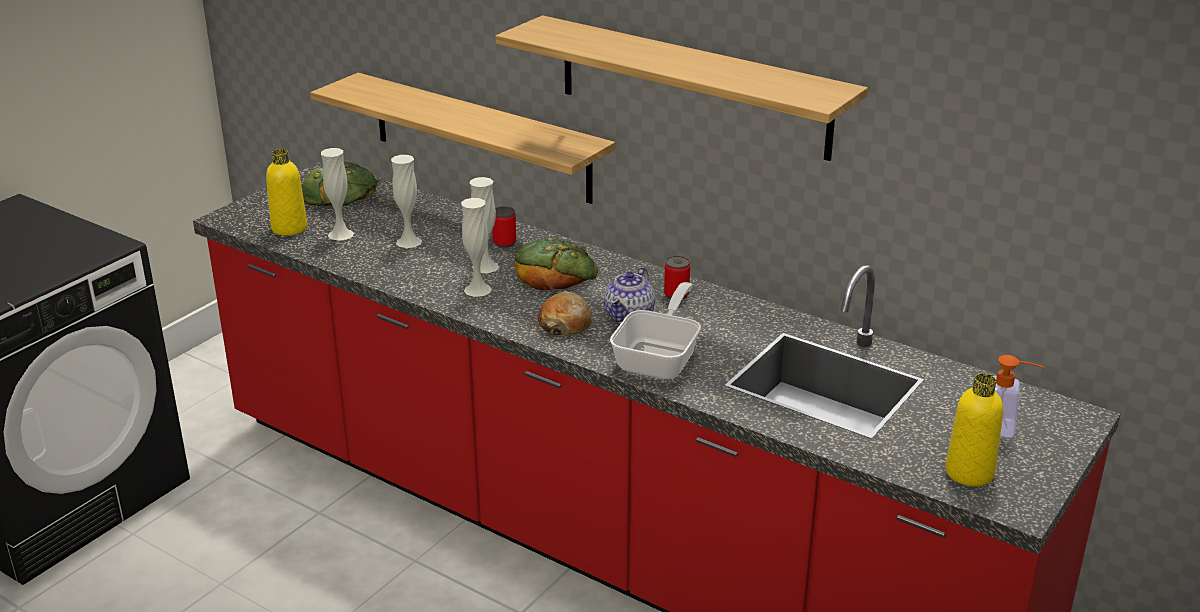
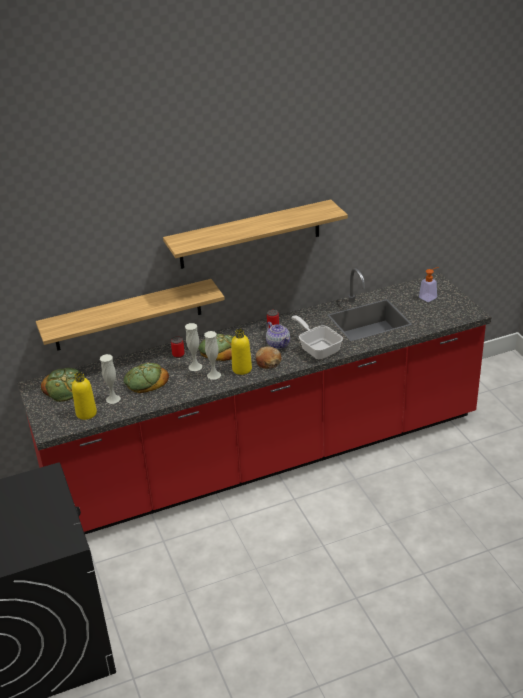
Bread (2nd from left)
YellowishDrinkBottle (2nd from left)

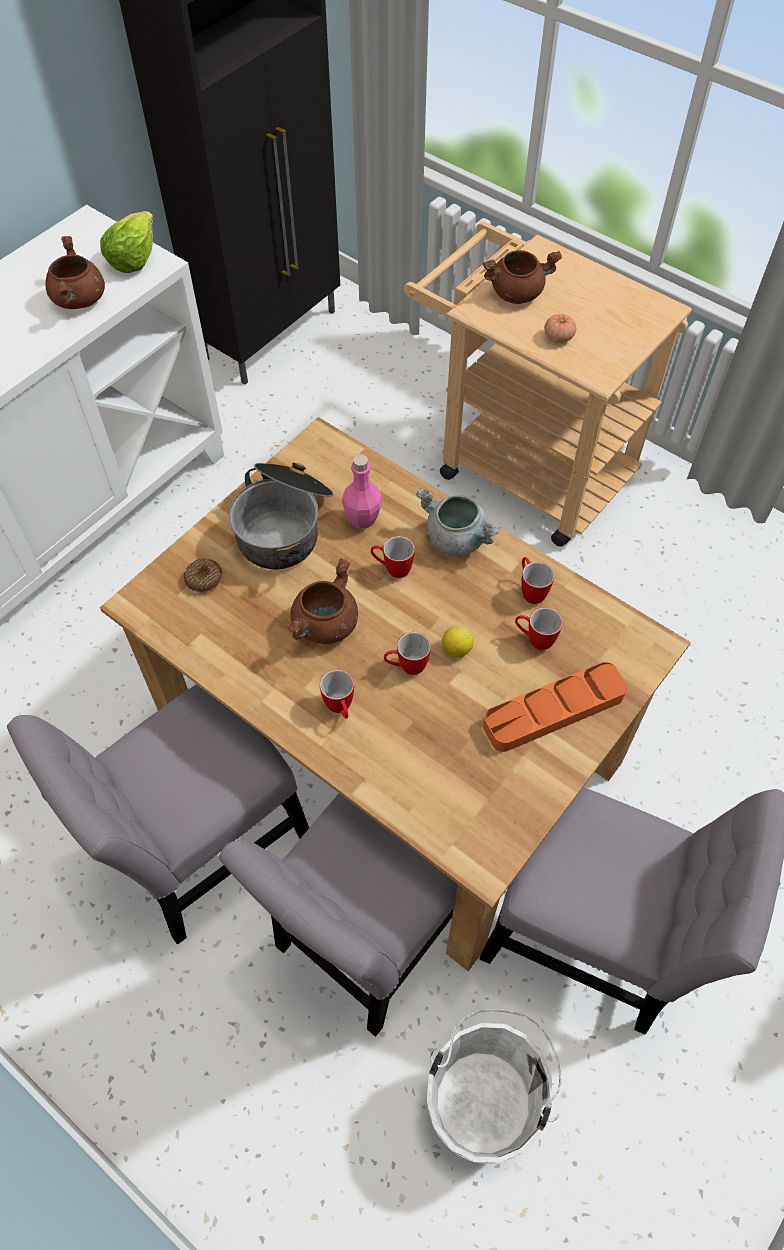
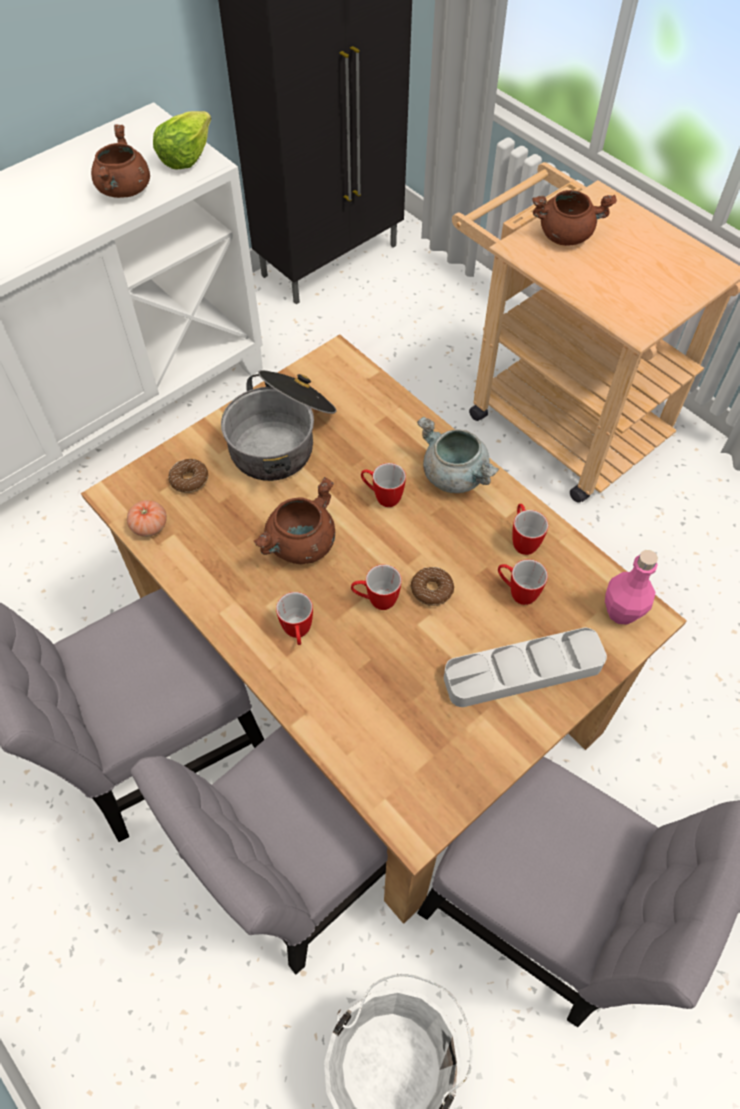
Tomato
Donut (2nd from left)
GreyCarryingTray
PinkColouredDrinkBottle

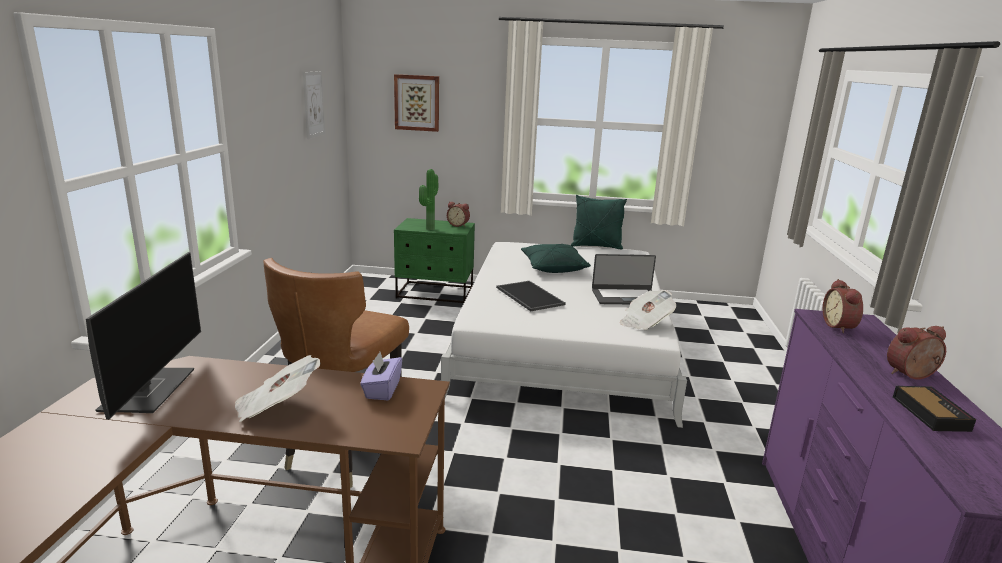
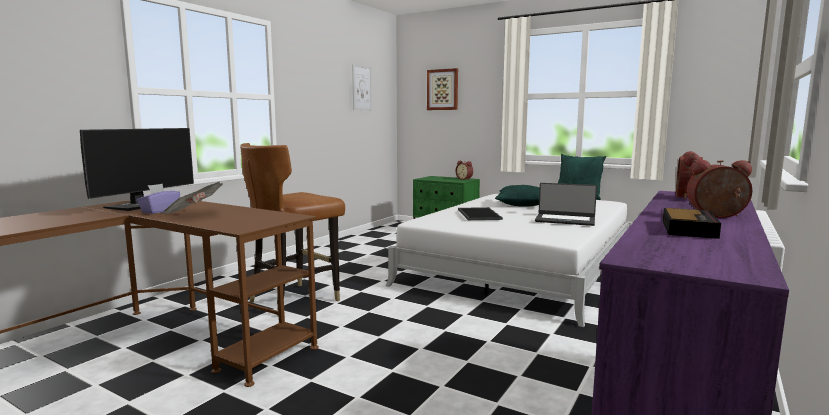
PurpleTissueHolder
PottedPlant
Newspaper (2nd from left in the first image)

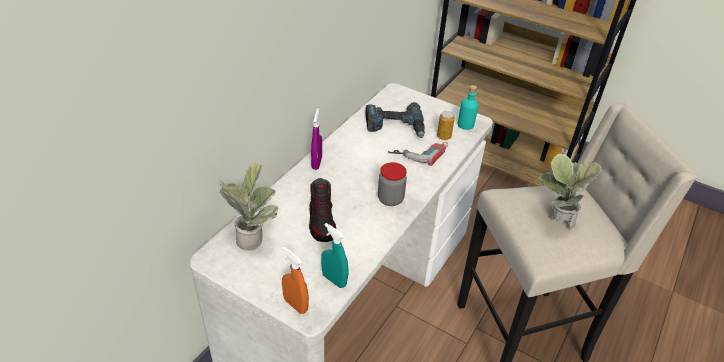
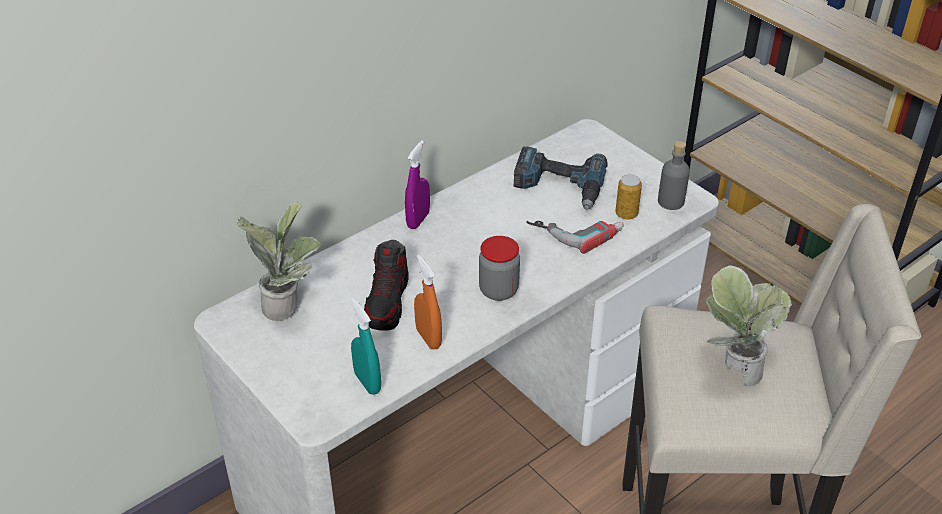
OrangeSprayer
GreyDrinkBottle

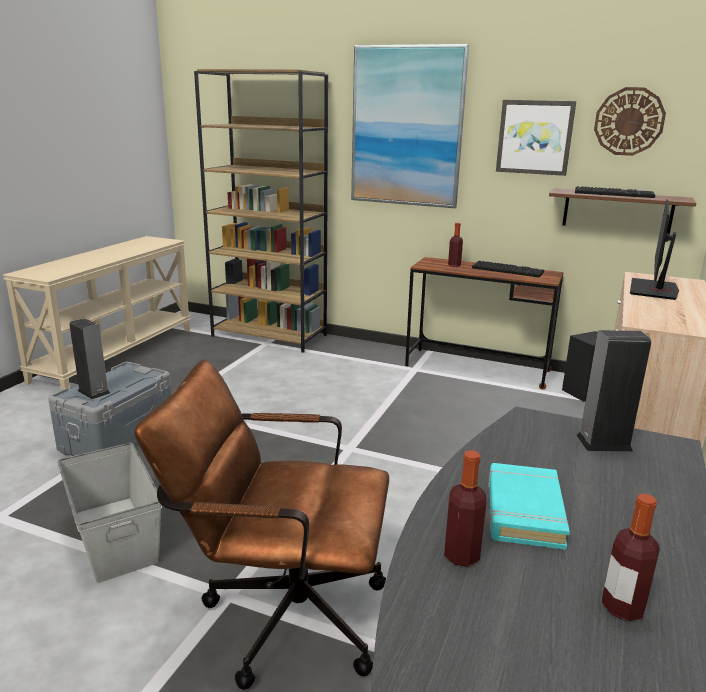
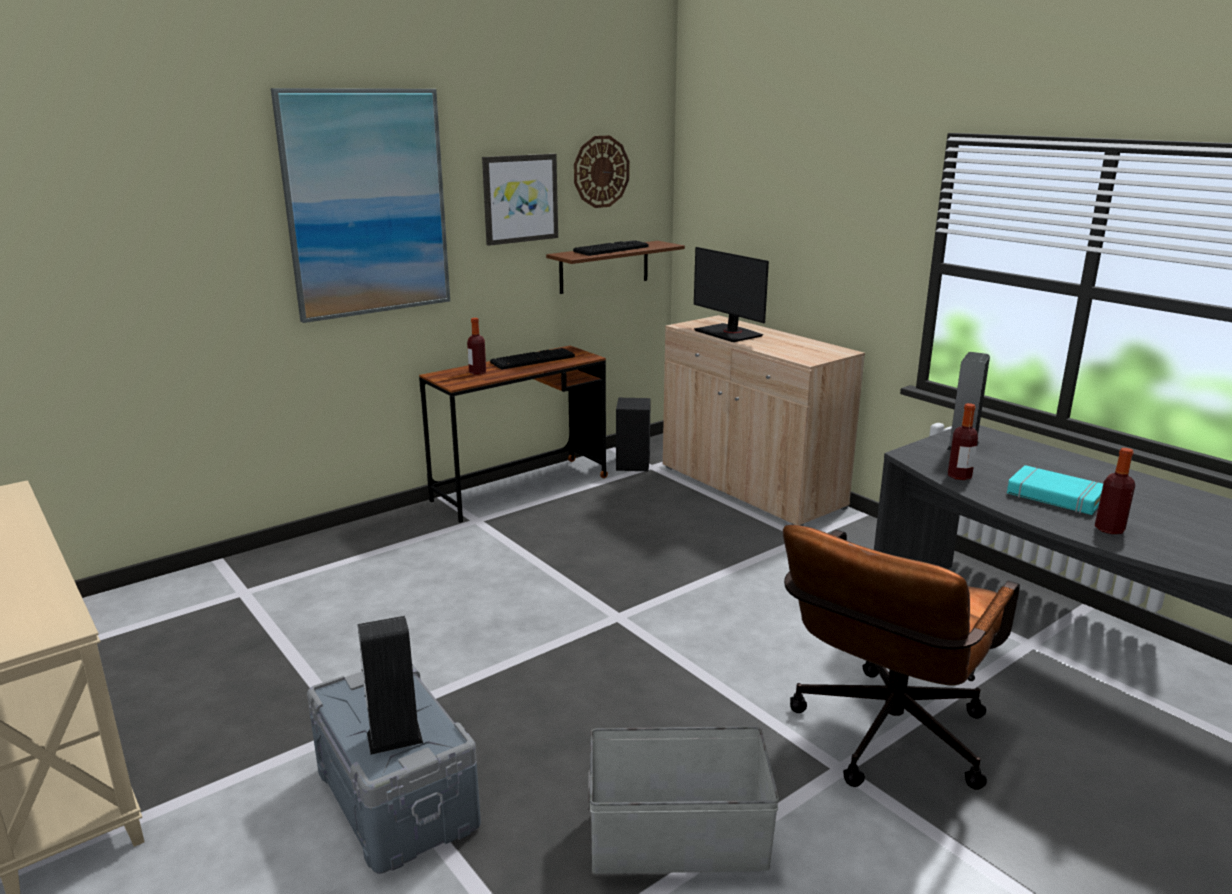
DrinkBottle (2nd from left)
BrownishBookshelf

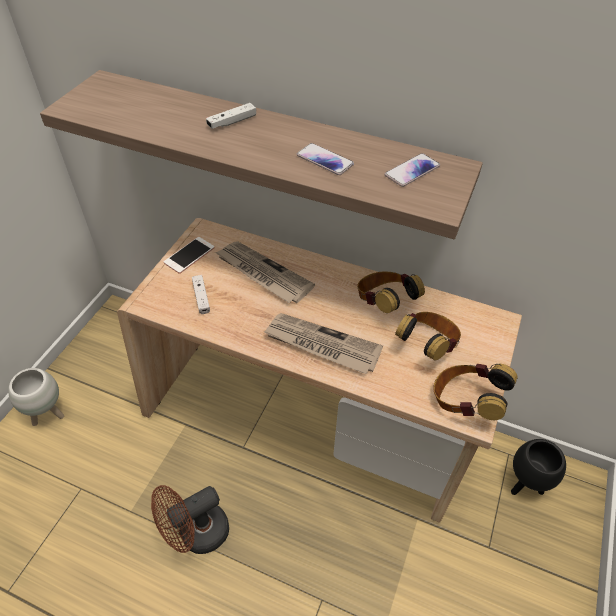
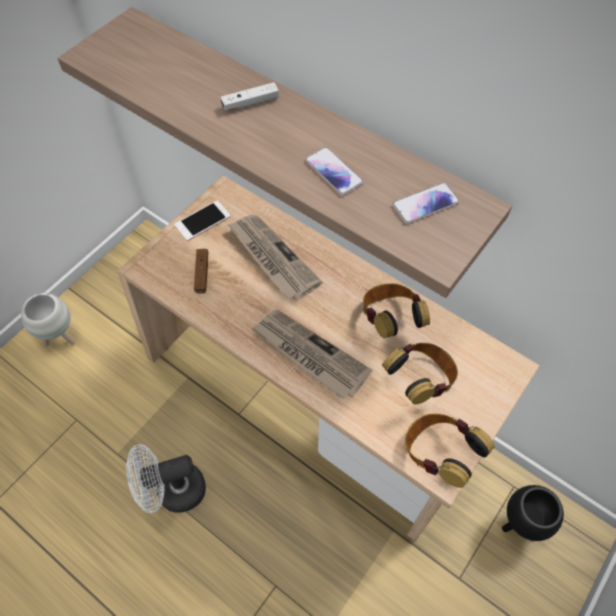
WhiteColouredCoolingFan
BrownishGameController

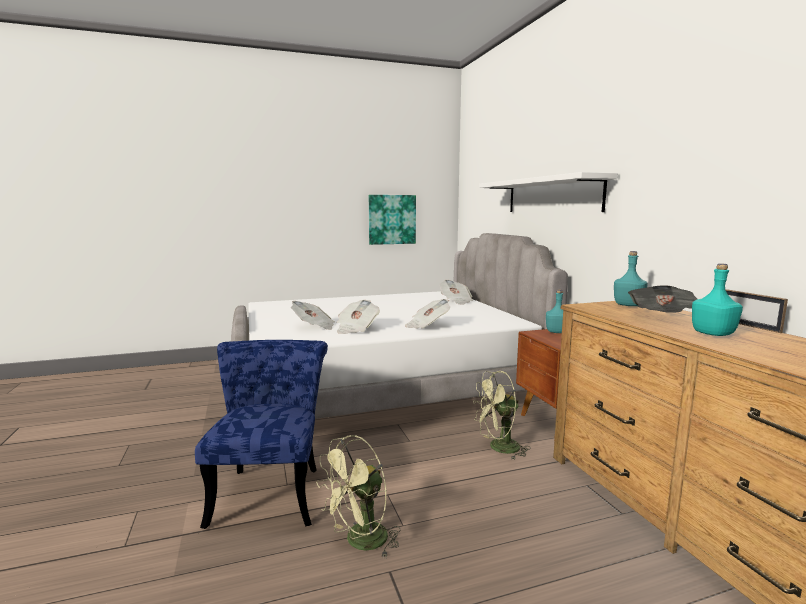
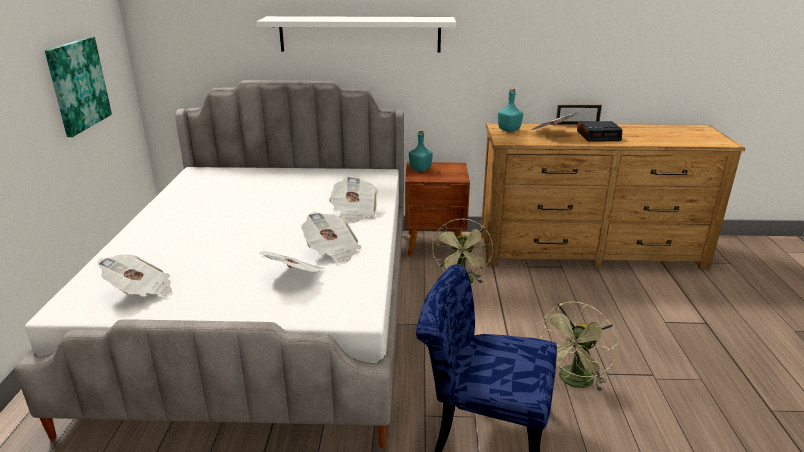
Newspaper (1st from left)
GreenCoolingFan (2nd from left)
BedsideClock

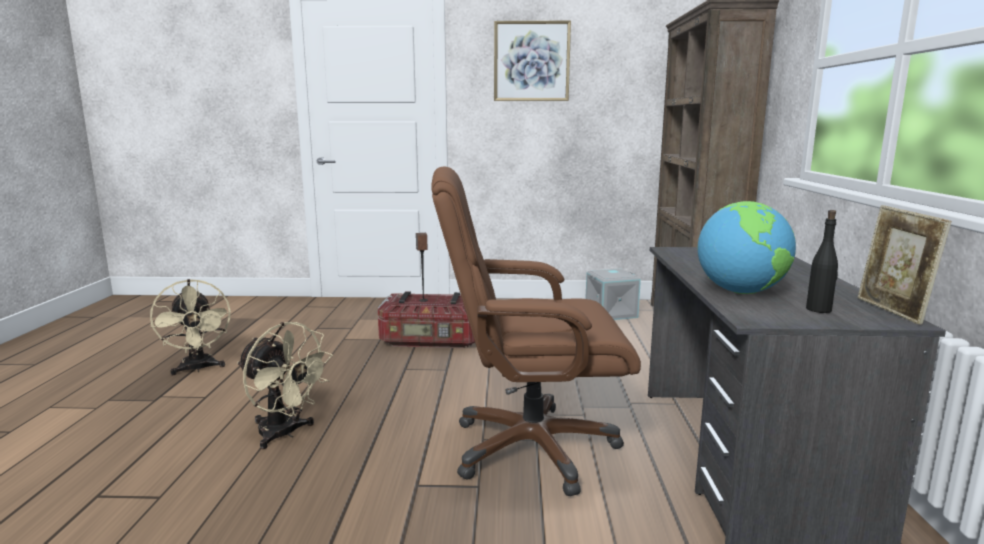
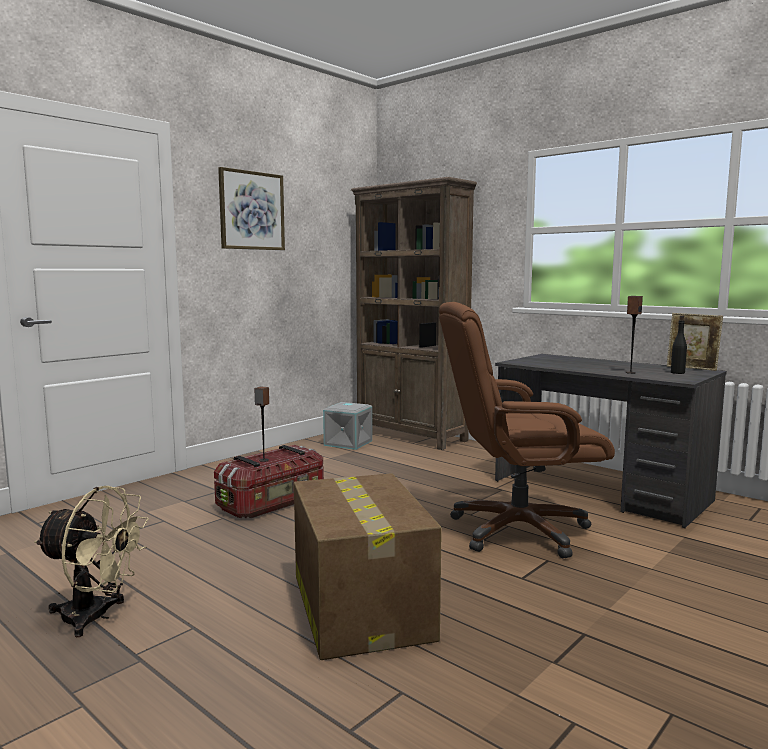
Carton
BrownishComputerChair
Loudspeaker (2nd from left)

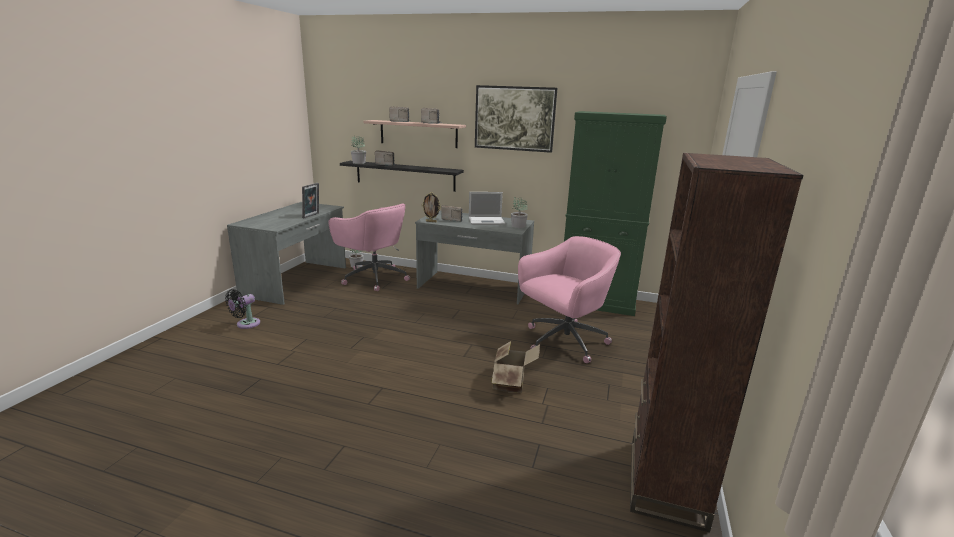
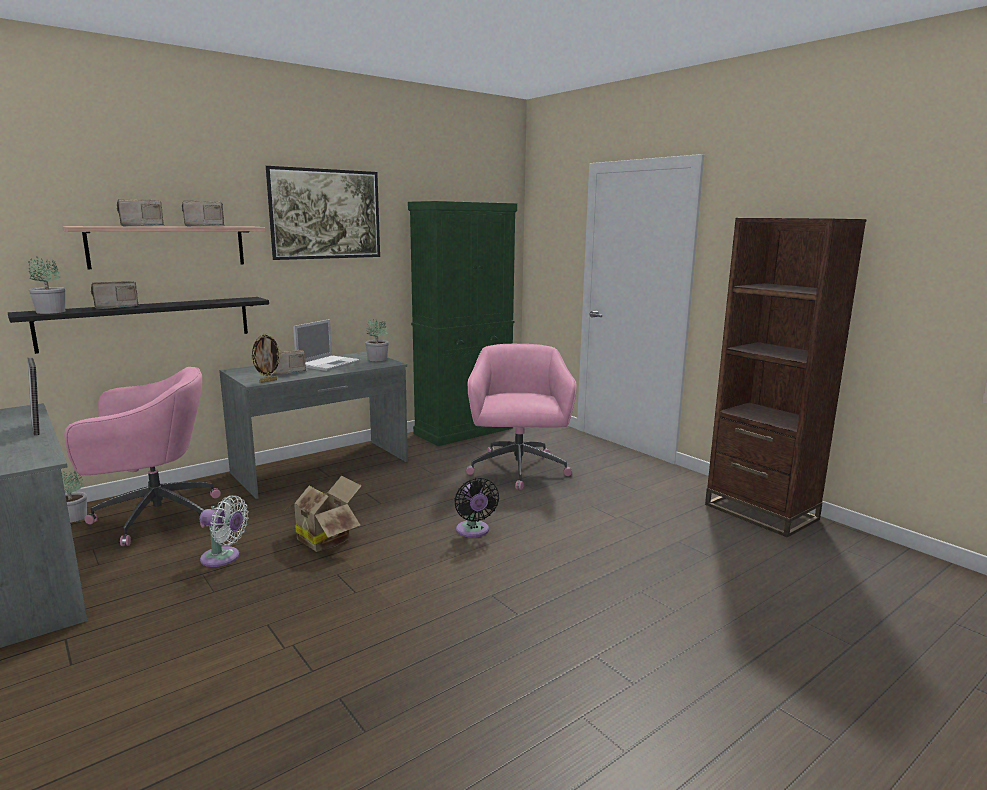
WhiteColouredCoolingFan
Carton
BlackishCoolingFan

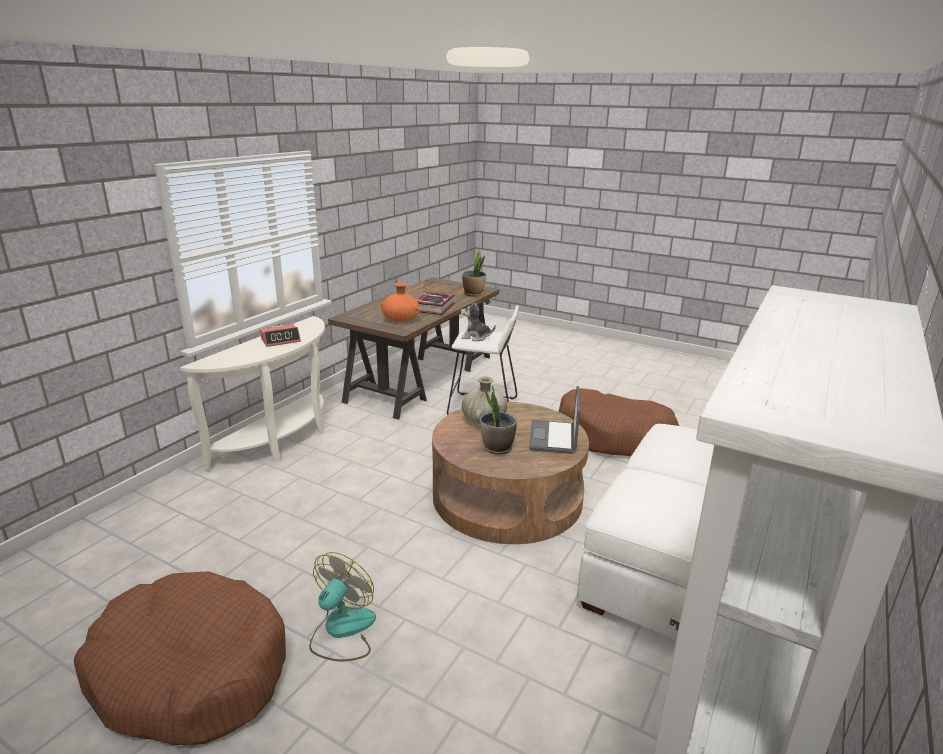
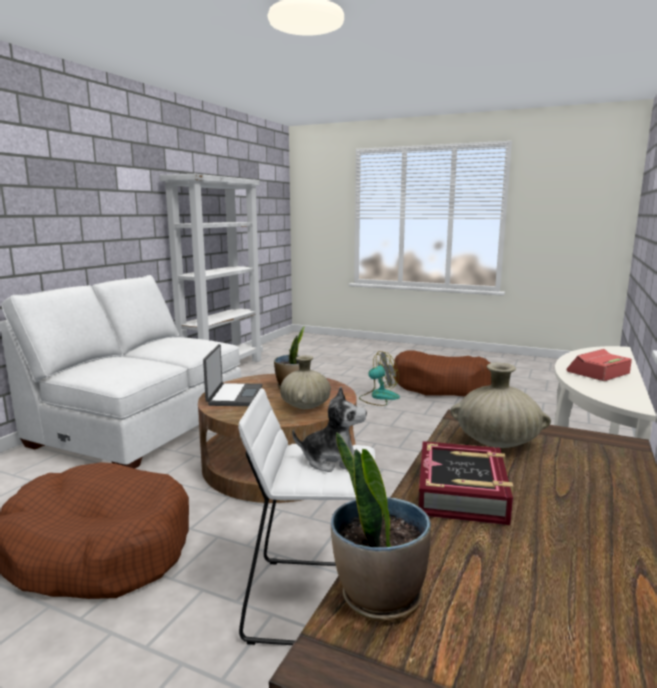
CoolingFan
SandColouredFlowerVase (2nd from left)

